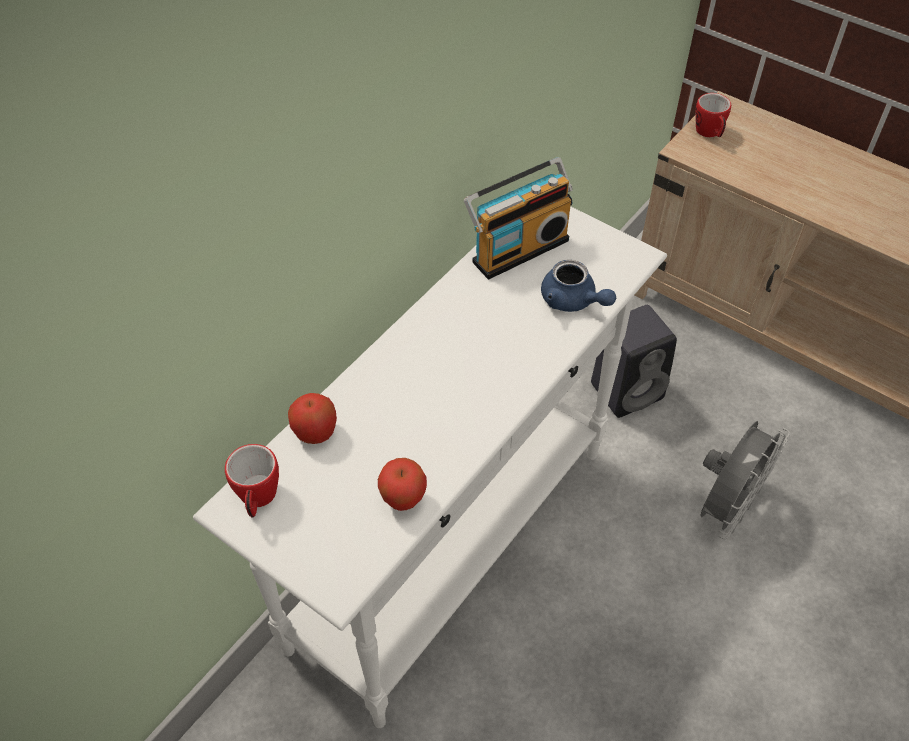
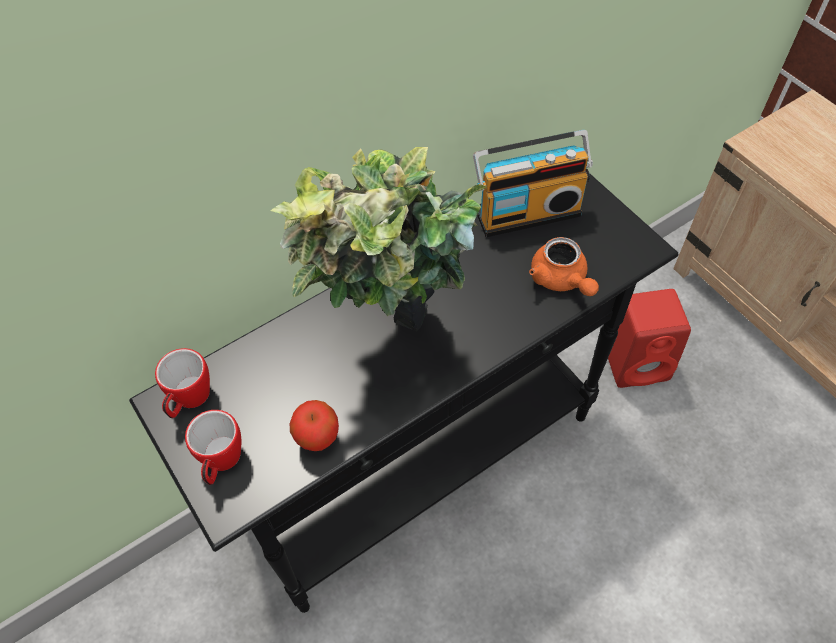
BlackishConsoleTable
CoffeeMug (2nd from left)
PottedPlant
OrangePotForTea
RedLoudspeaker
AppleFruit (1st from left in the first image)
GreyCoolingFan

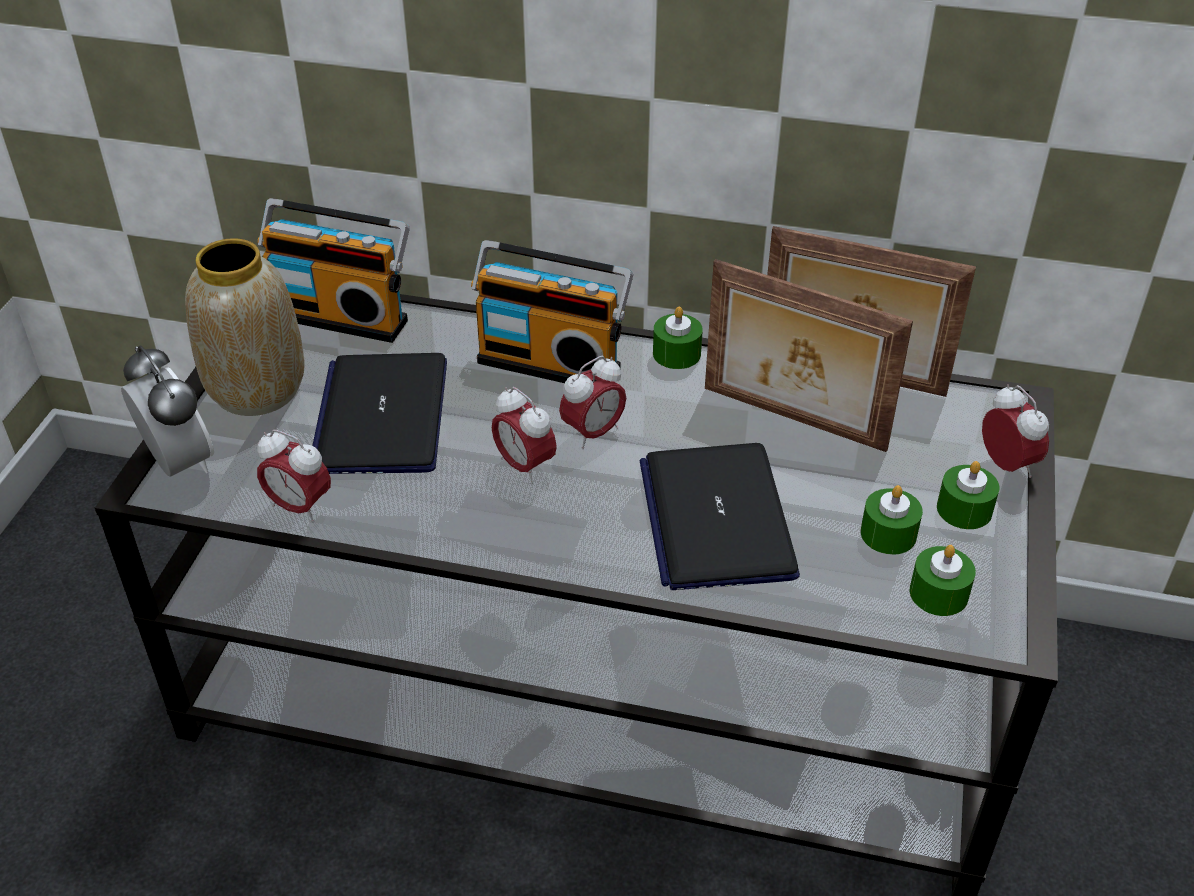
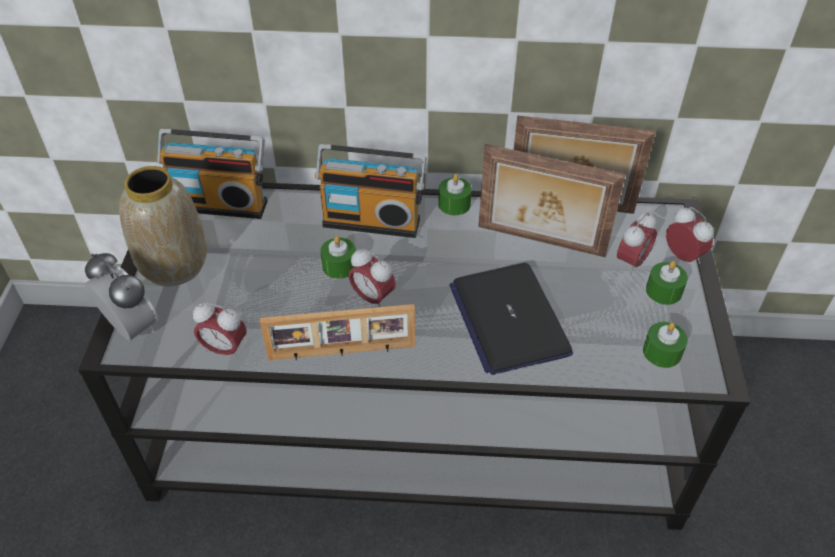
PhotoFrame (1st from left)
GreenCandle (1st from left)
BedsideClock (4th from left)
Laptop (1st from left in the first image)

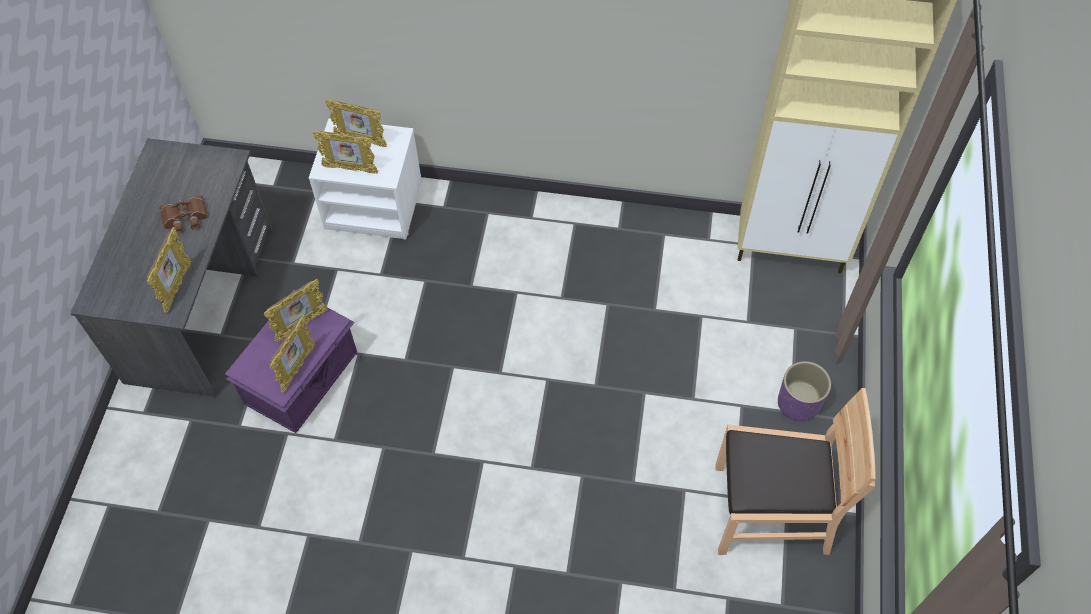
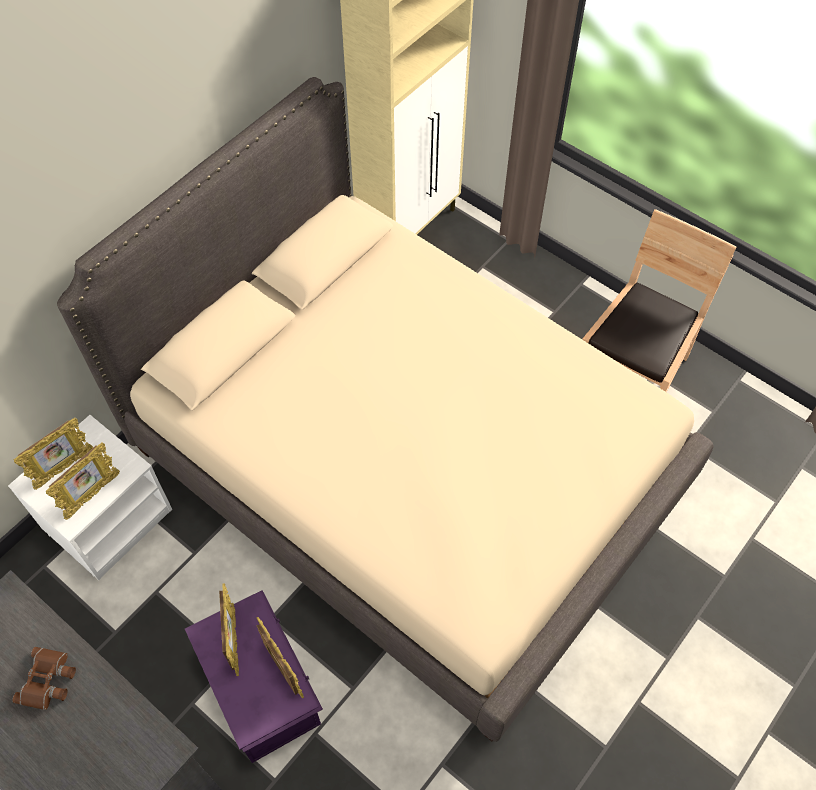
SandColouredBedroomBed
PhotoFrame (1st from left in the first image)
PurplePlanter

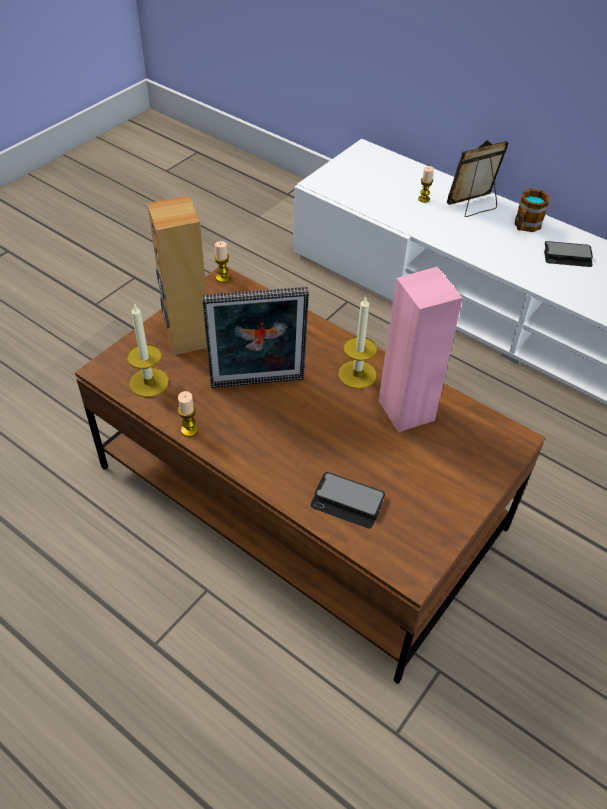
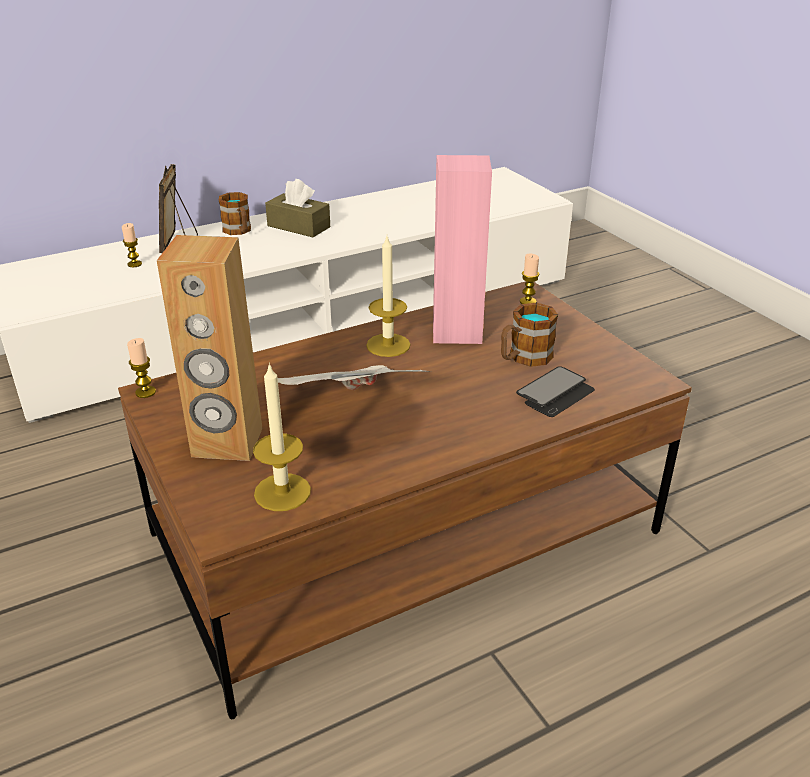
BrownishTissueHolder
Newspaper
CoffeeMug (2nd from left)
Candle (5th from left)

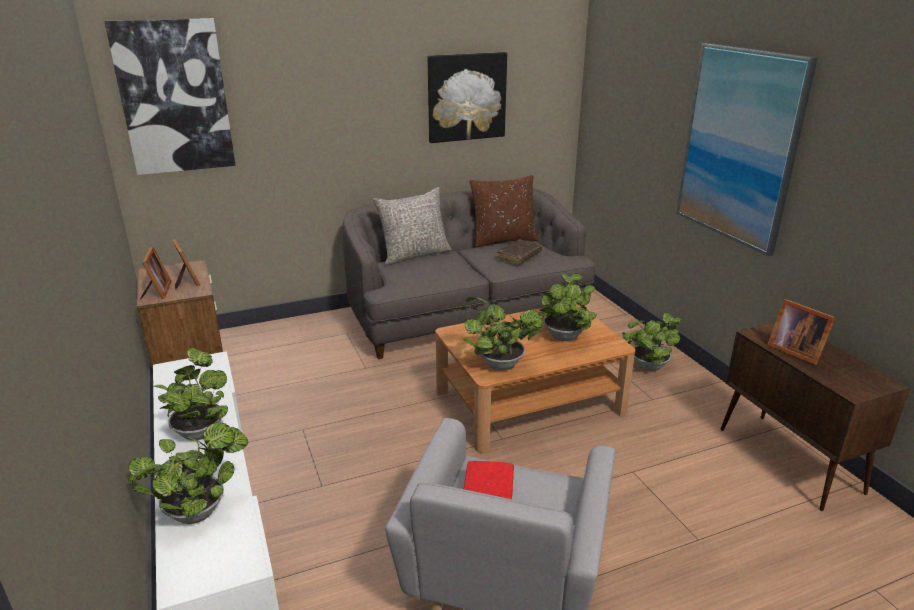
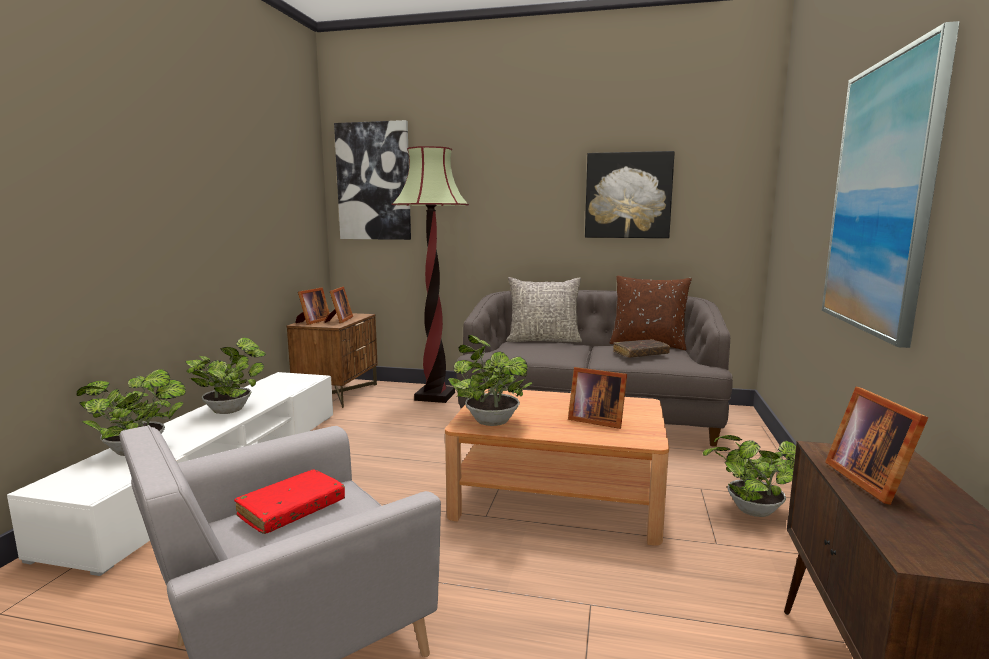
StandingLamp
PhotoFrame (3rd from left)

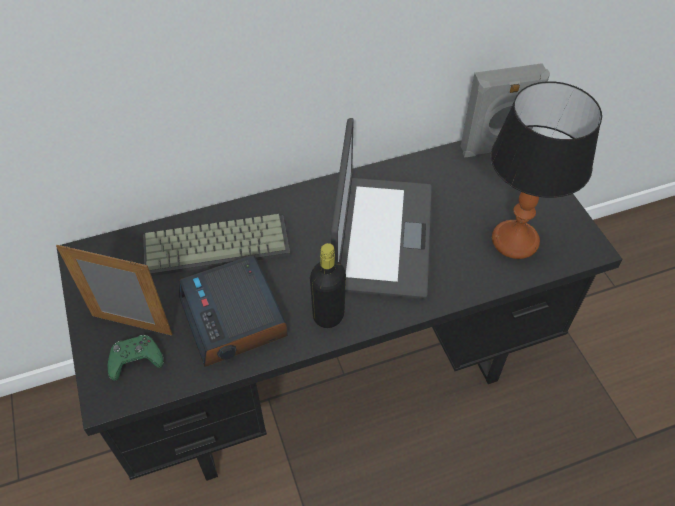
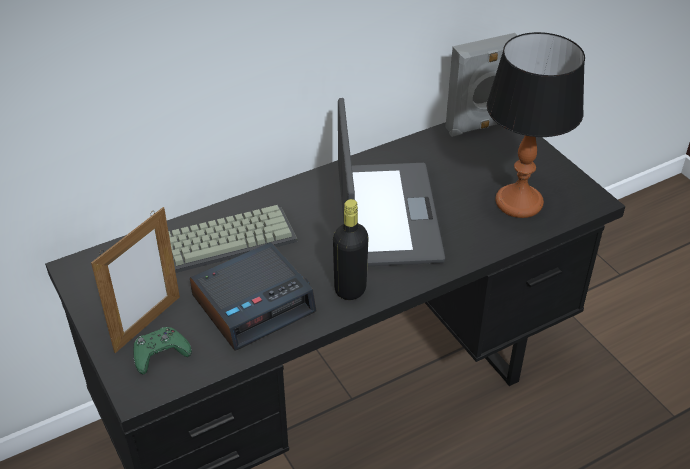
PhotoFrame
BedsideClock

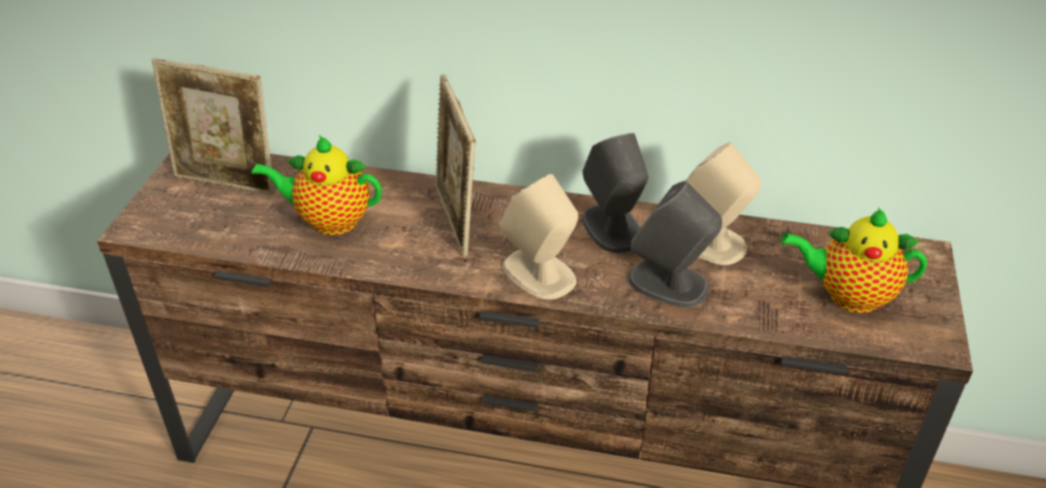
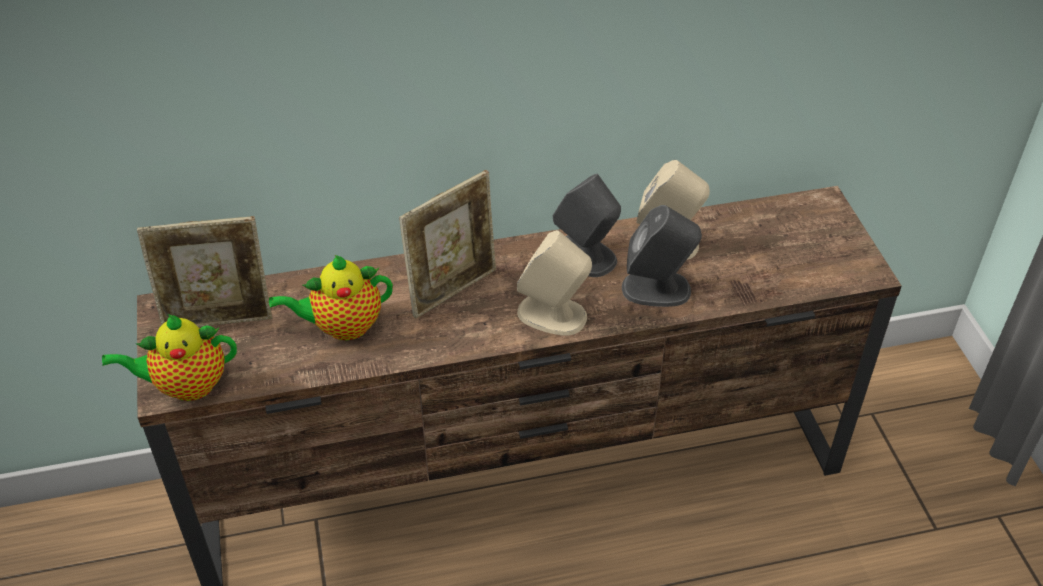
PotForTea (1st from left)
PhotoFrame (2nd from left)

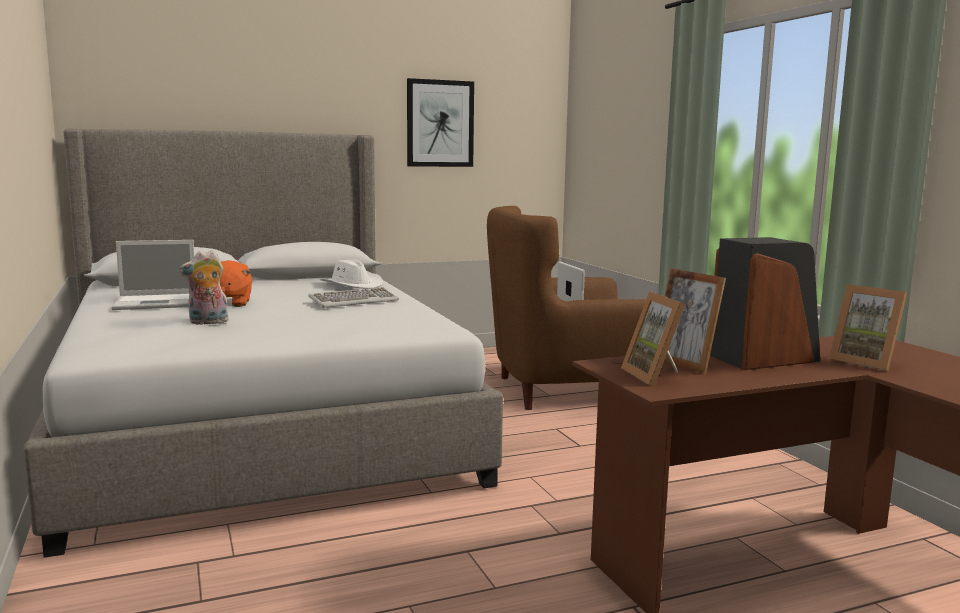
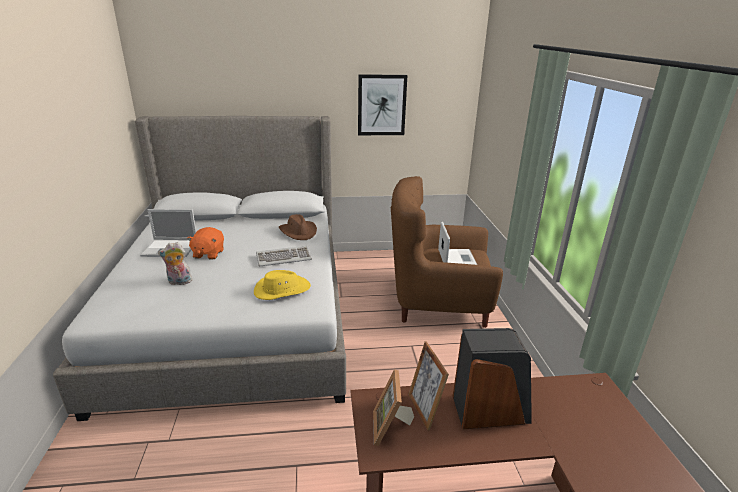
YellowishWearableHat
BrownishWearableHat
PhotoFrame (3rd from left in the first image)

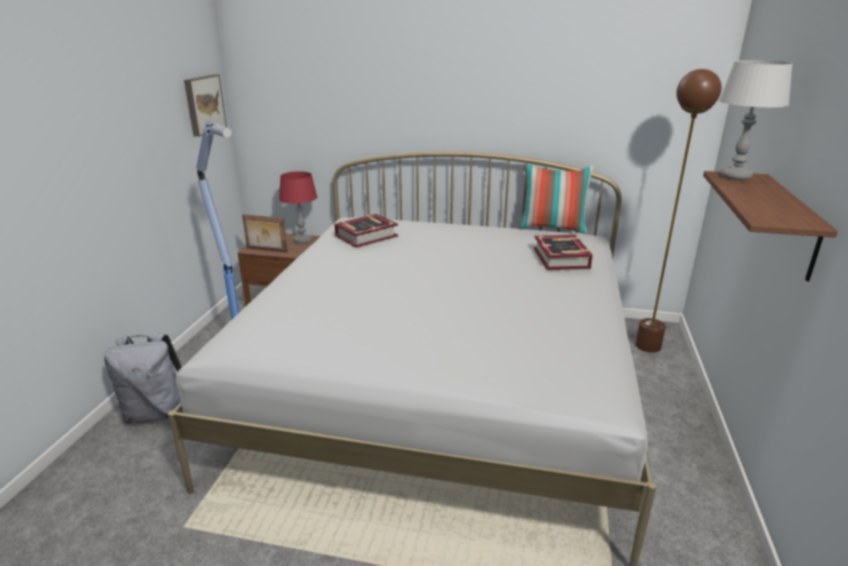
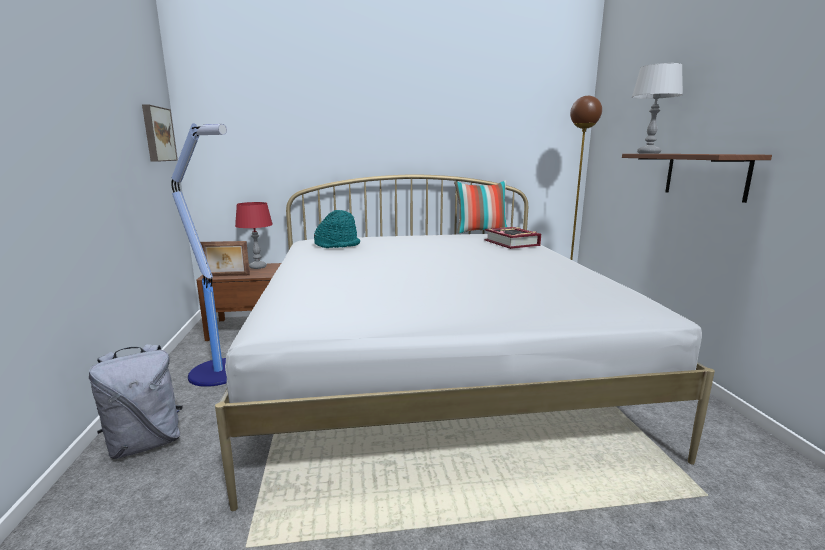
TurquoiseColouredWearableHat

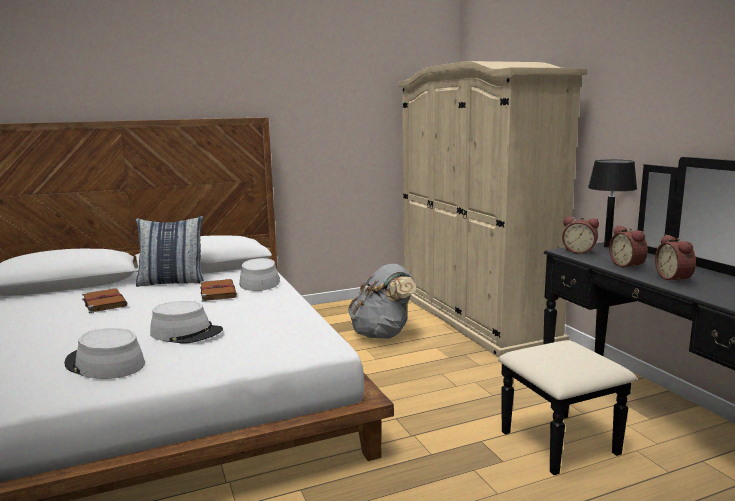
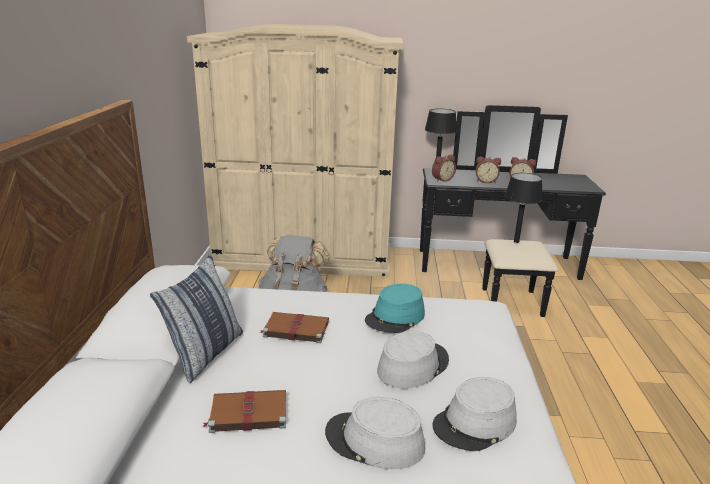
GreyWearableHat (1st from left)
TurquoiseColouredWearableHat
BlackishLampForATable (2nd from left)

